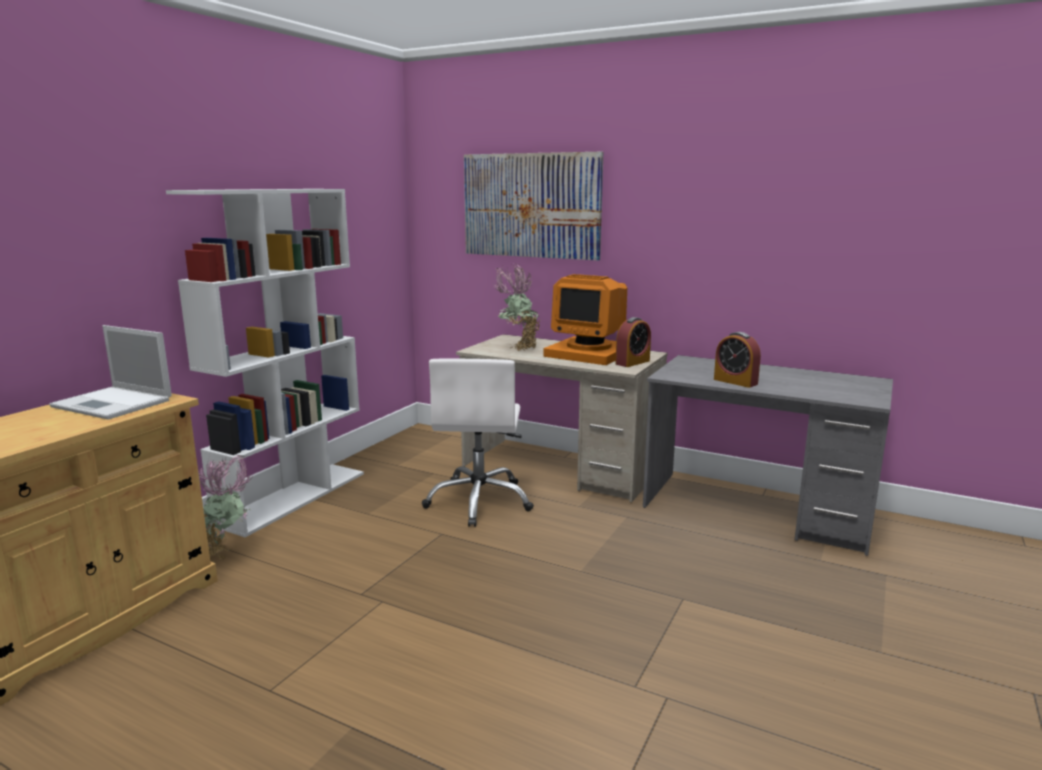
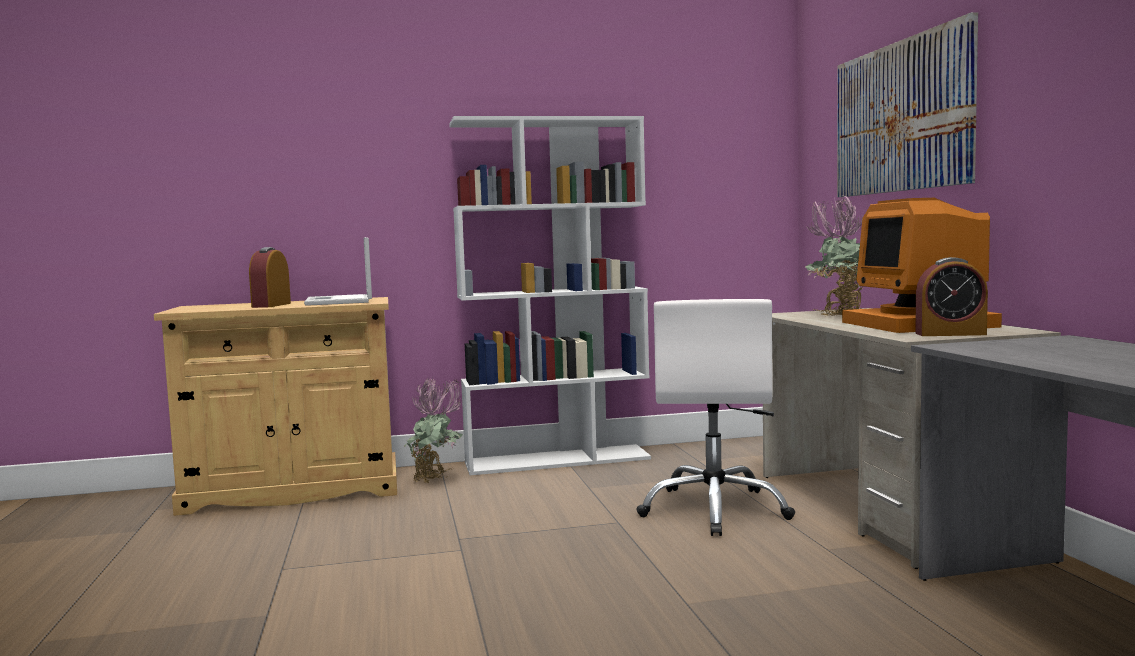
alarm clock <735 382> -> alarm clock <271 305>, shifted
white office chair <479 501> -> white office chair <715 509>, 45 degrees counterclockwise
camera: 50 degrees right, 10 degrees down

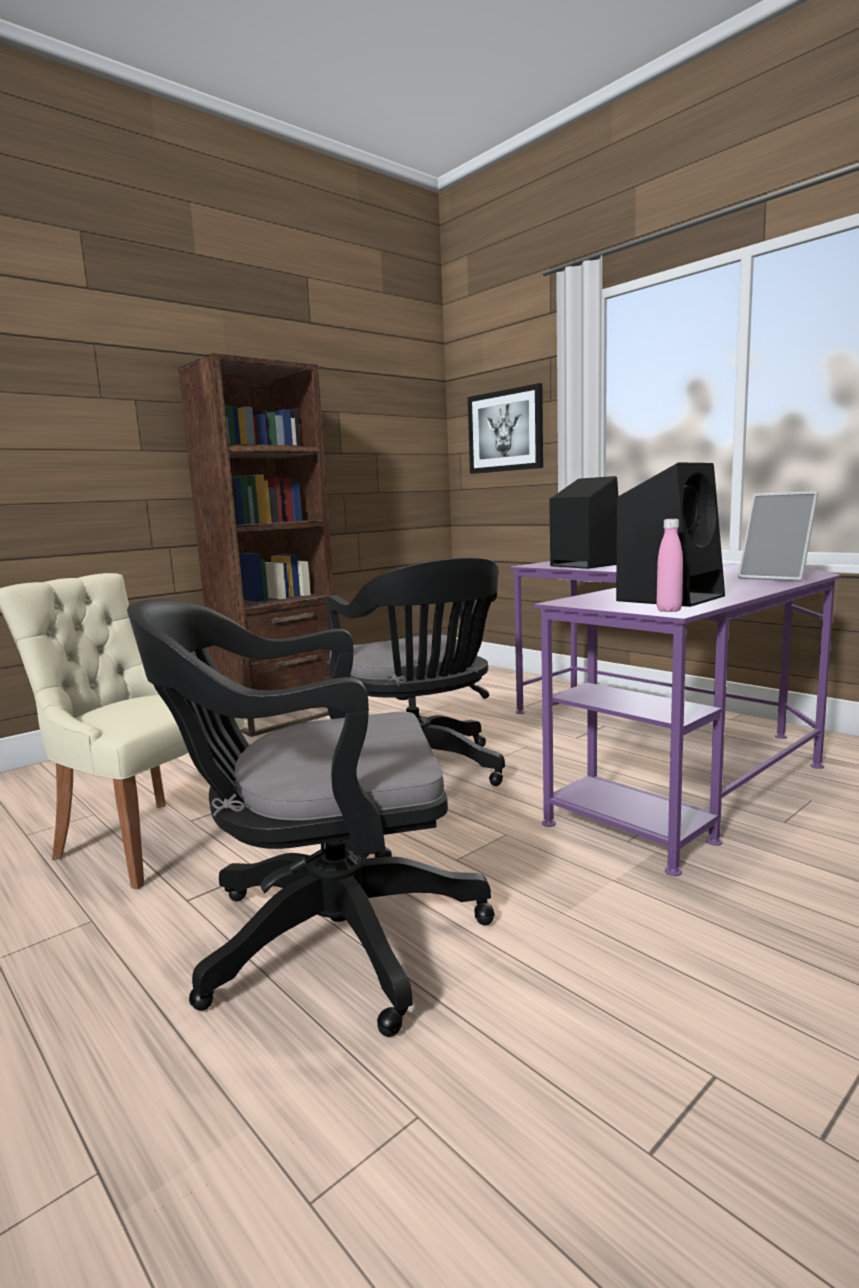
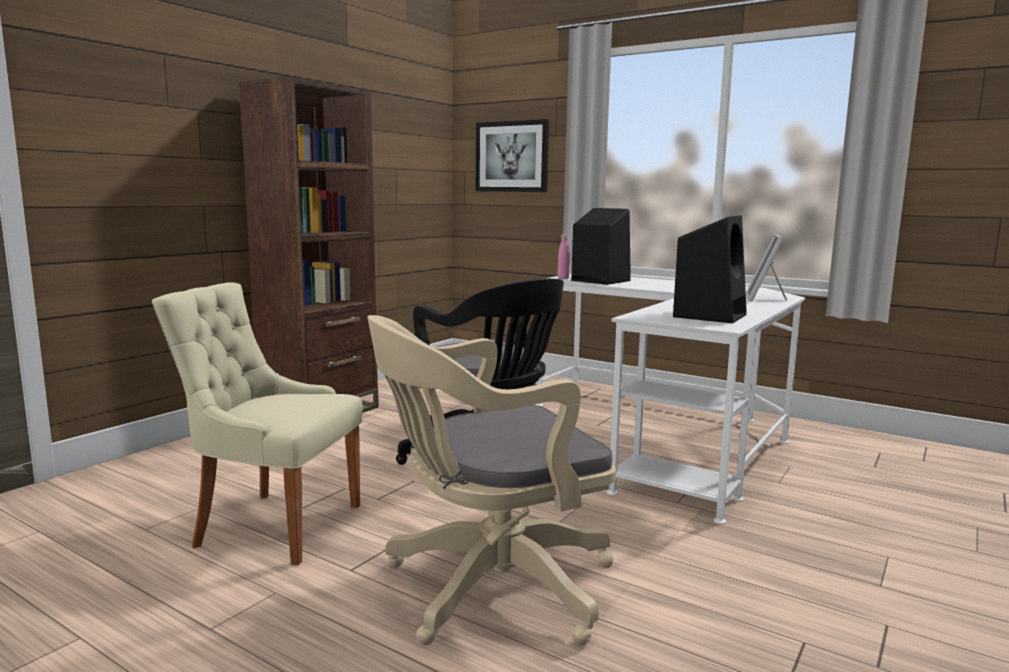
black office chair <324 939> -> beige office chair <489 588>
purple desk <661 753> -> white desk <669 436>
pink bottle <669 610> -> pink bottle <563 278>, shifted
picture frame <777 578> -> picture frame <764 299>, 75 degrees clockwise
camera: 15 degrees left, 0 degrees up

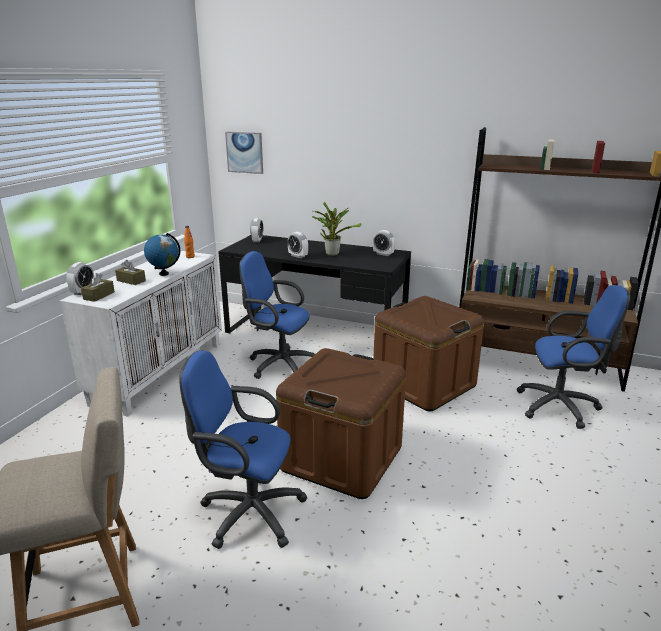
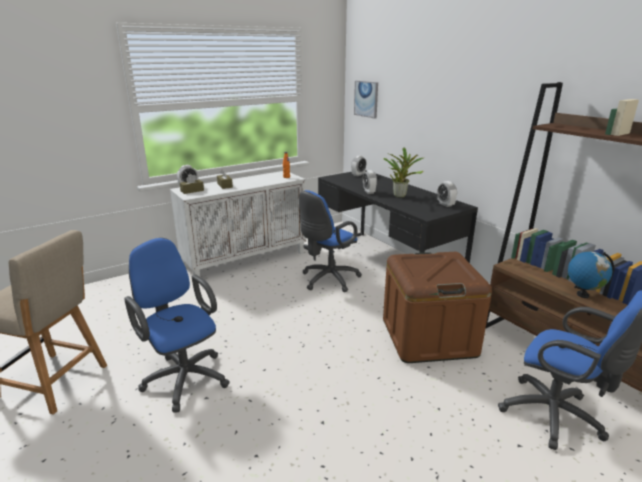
blue office chair <279 364> -> blue office chair <327 280>, 105 degrees counterclockwise
globe <164 274> -> globe <582 295>, shifted
brown storage box <342 458> -> none
camera: 35 degrees right, 0 degrees up

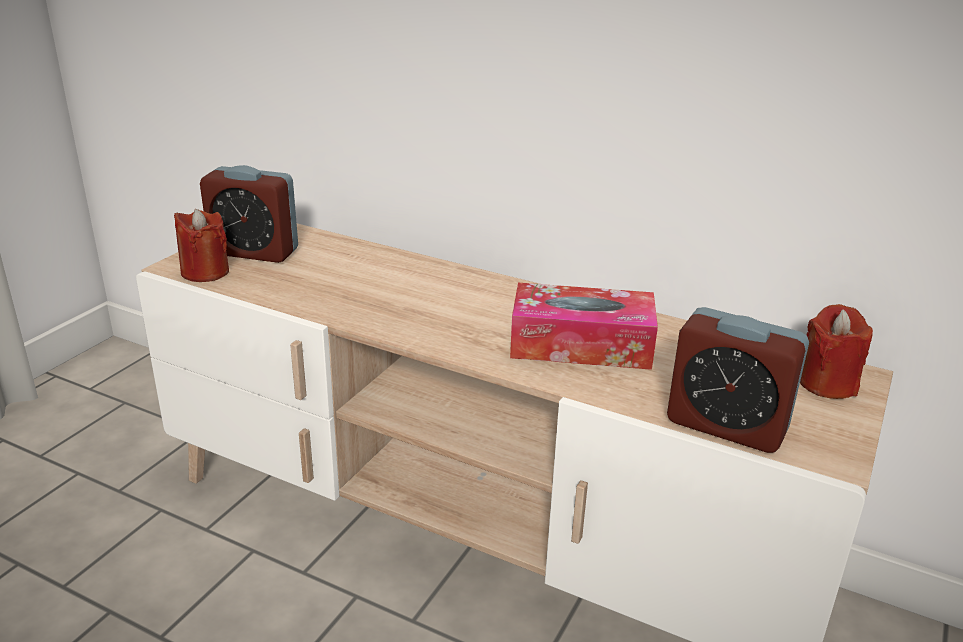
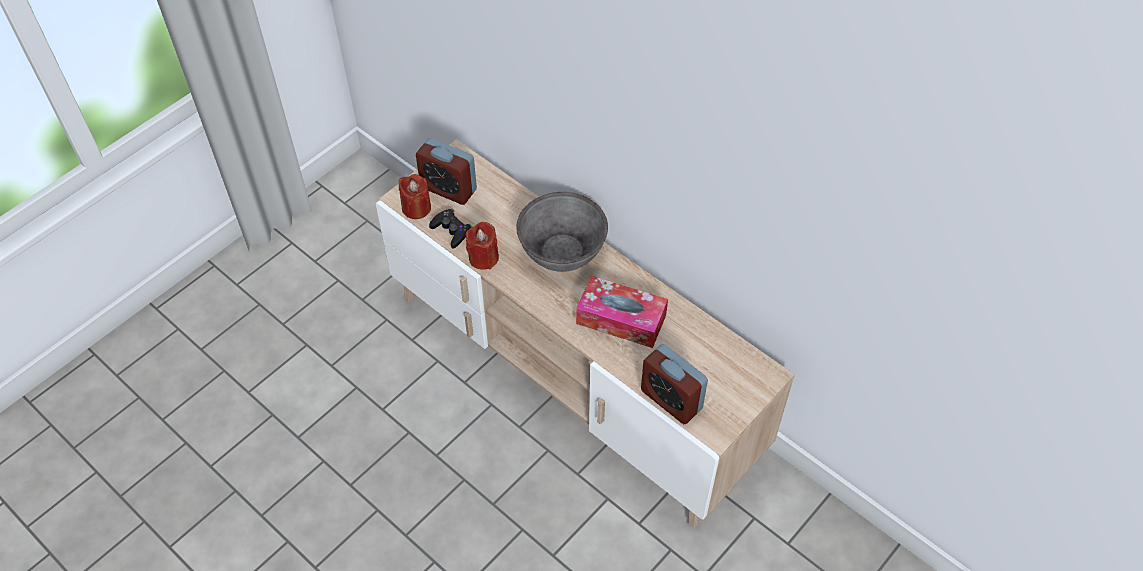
none -> black game controller <451 230>
red candle <827 384> -> red candle <483 258>, shifted
none -> grey bowl <562 251>
camera: 15 degrees right, 25 degrees up

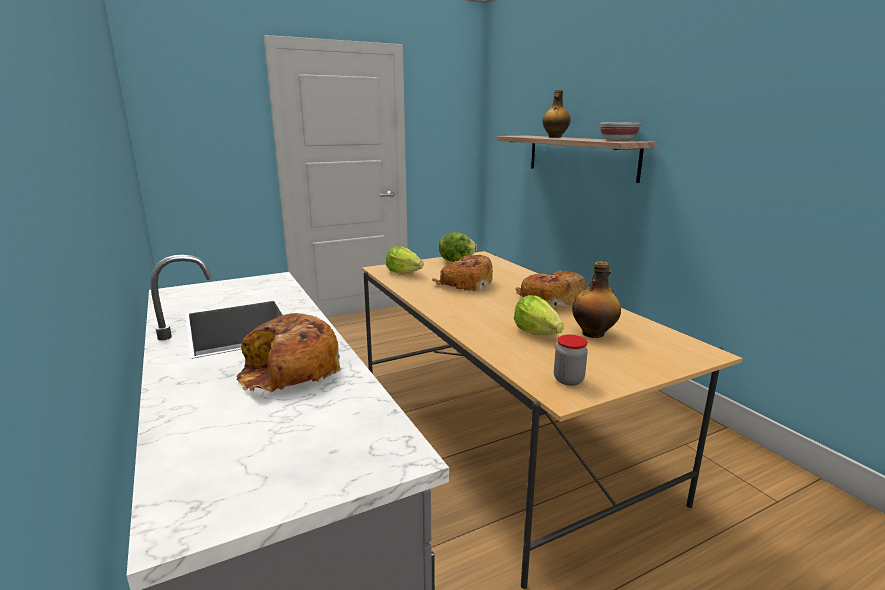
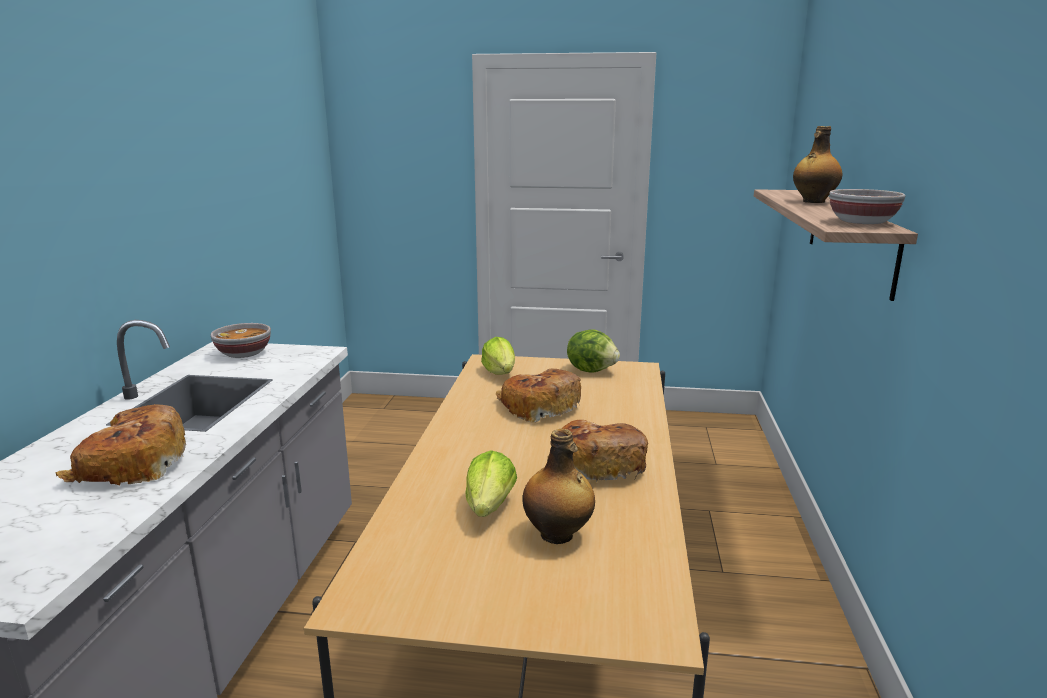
none -> bowl <244 354>
jar <568 380> -> none
camera: 35 degrees right, 0 degrees up

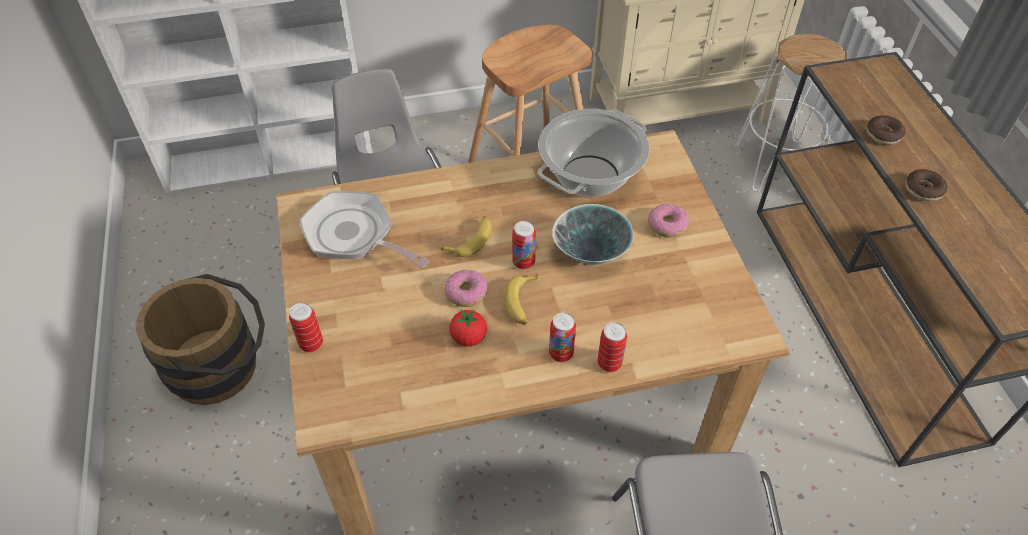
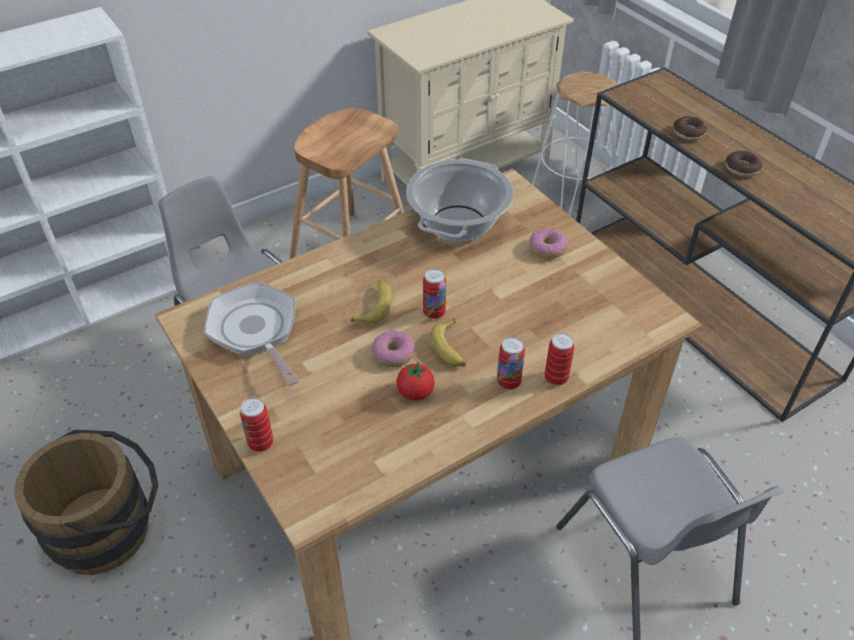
frying pan <354 235> -> frying pan <256 332>, 45 degrees clockwise
bowl <591 254> -> none
camera: 20 degrees left, 5 degrees down

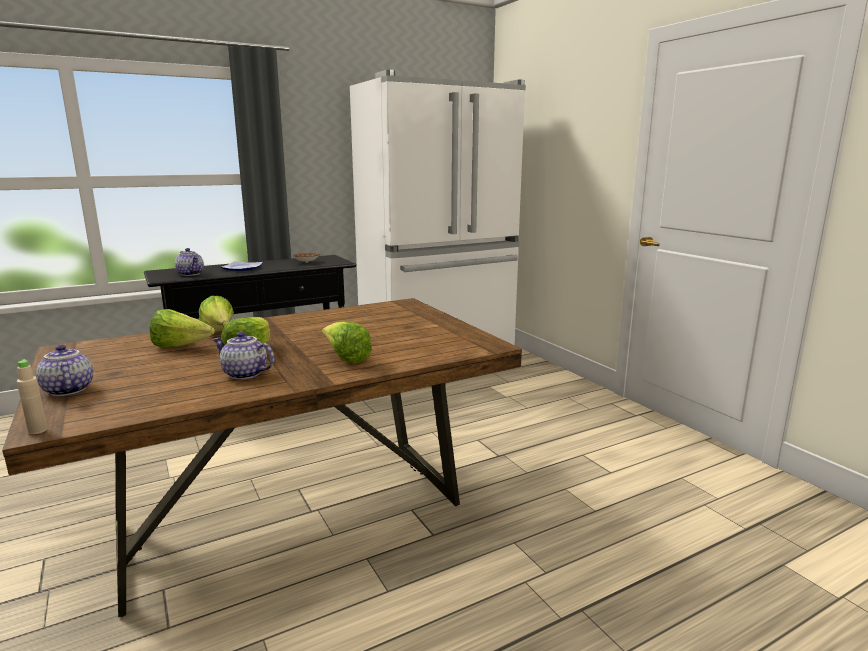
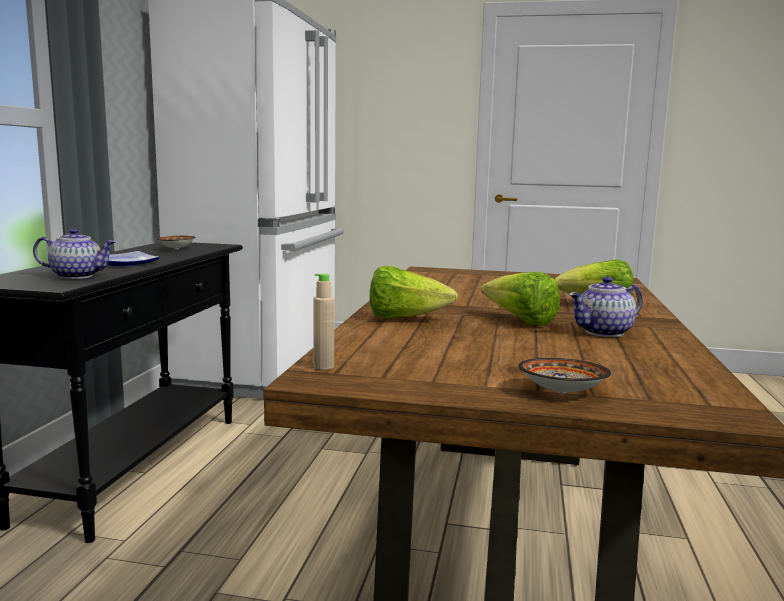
beige bottle <37 430> -> beige bottle <323 366>, shifted
teapot <67 390> -> bowl <564 393>
lettuce <181 347> -> none
camera: 50 degrees left, 5 degrees down

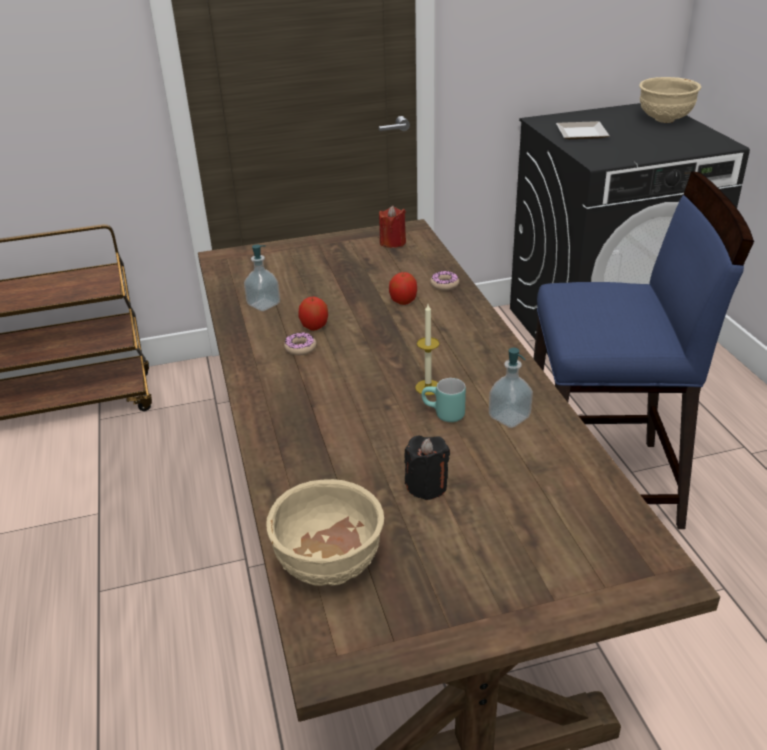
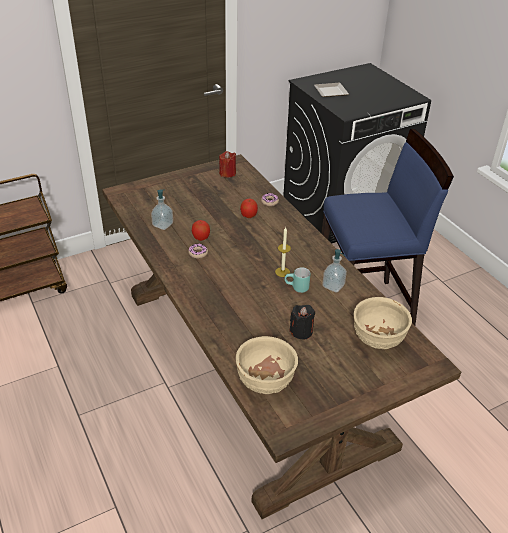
beige bowl <663 120> -> beige bowl <377 340>, shifted
camera: 15 degrees left, 5 degrees up

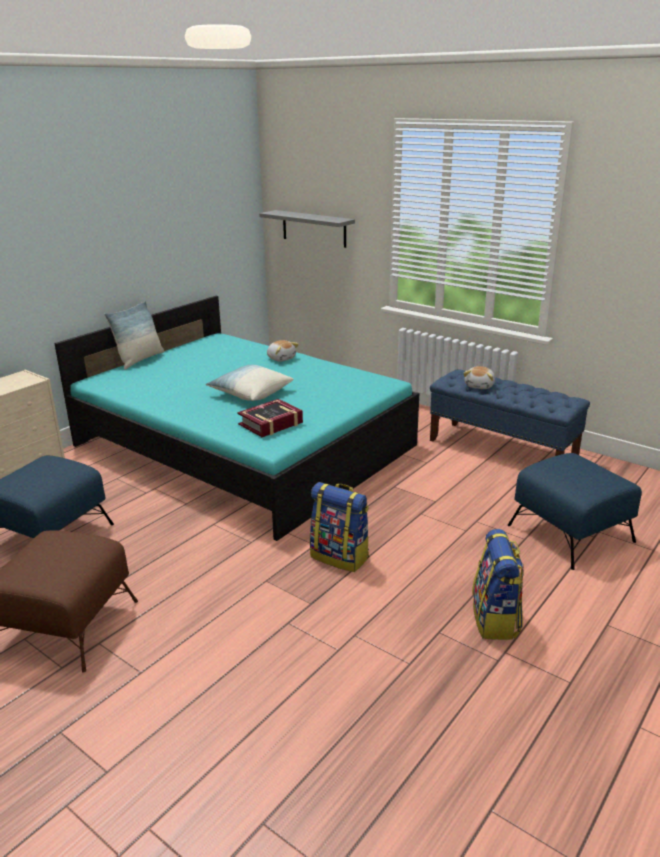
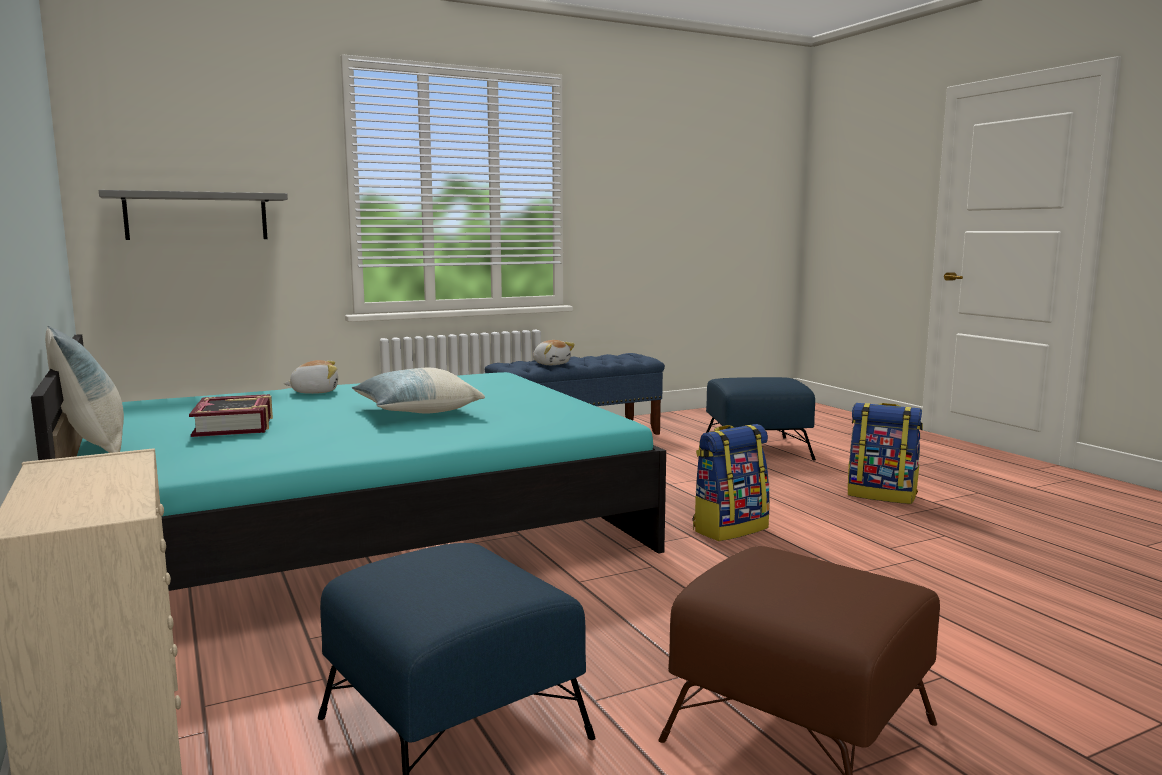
book <271 424> -> book <234 425>, shifted
camera: 65 degrees left, 15 degrees down

